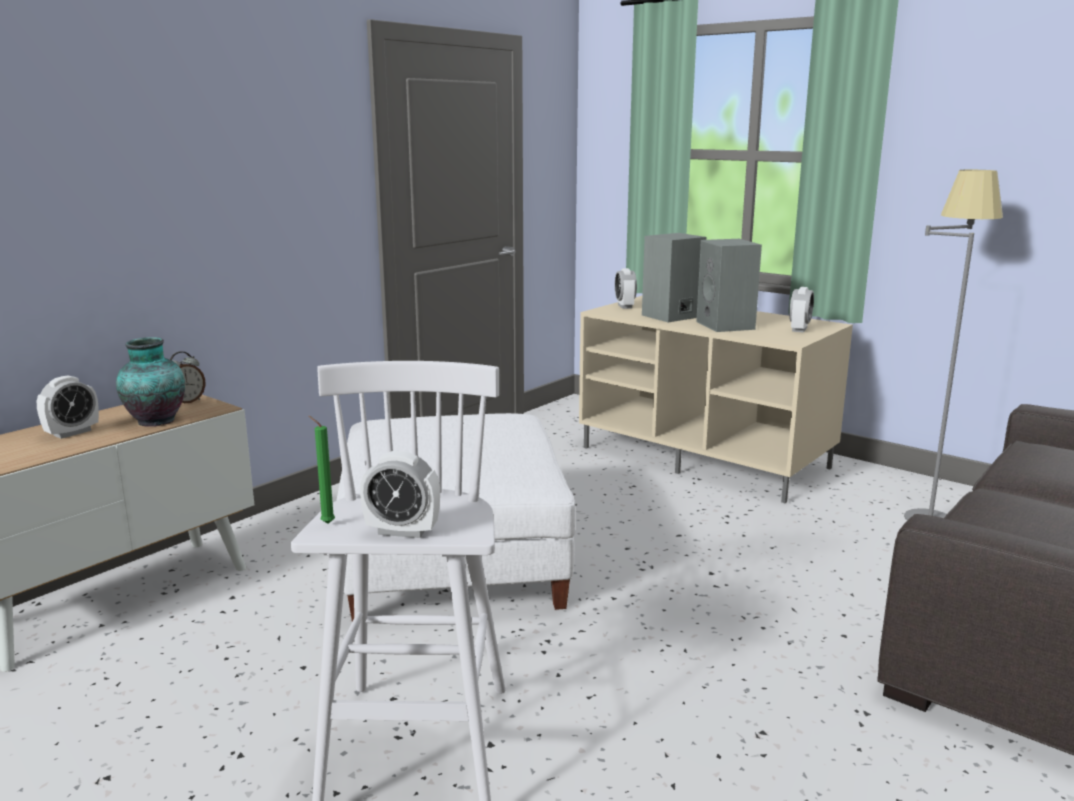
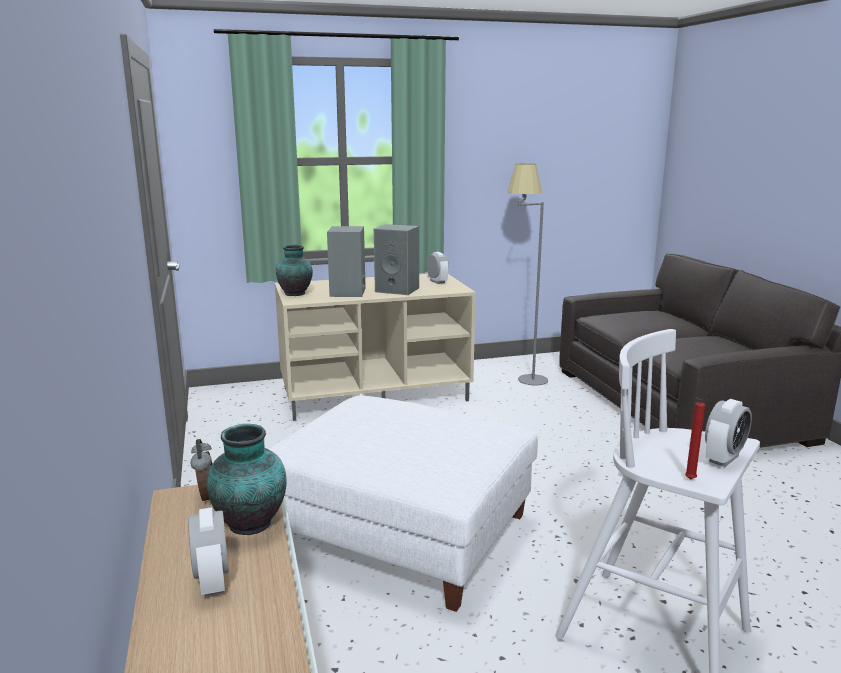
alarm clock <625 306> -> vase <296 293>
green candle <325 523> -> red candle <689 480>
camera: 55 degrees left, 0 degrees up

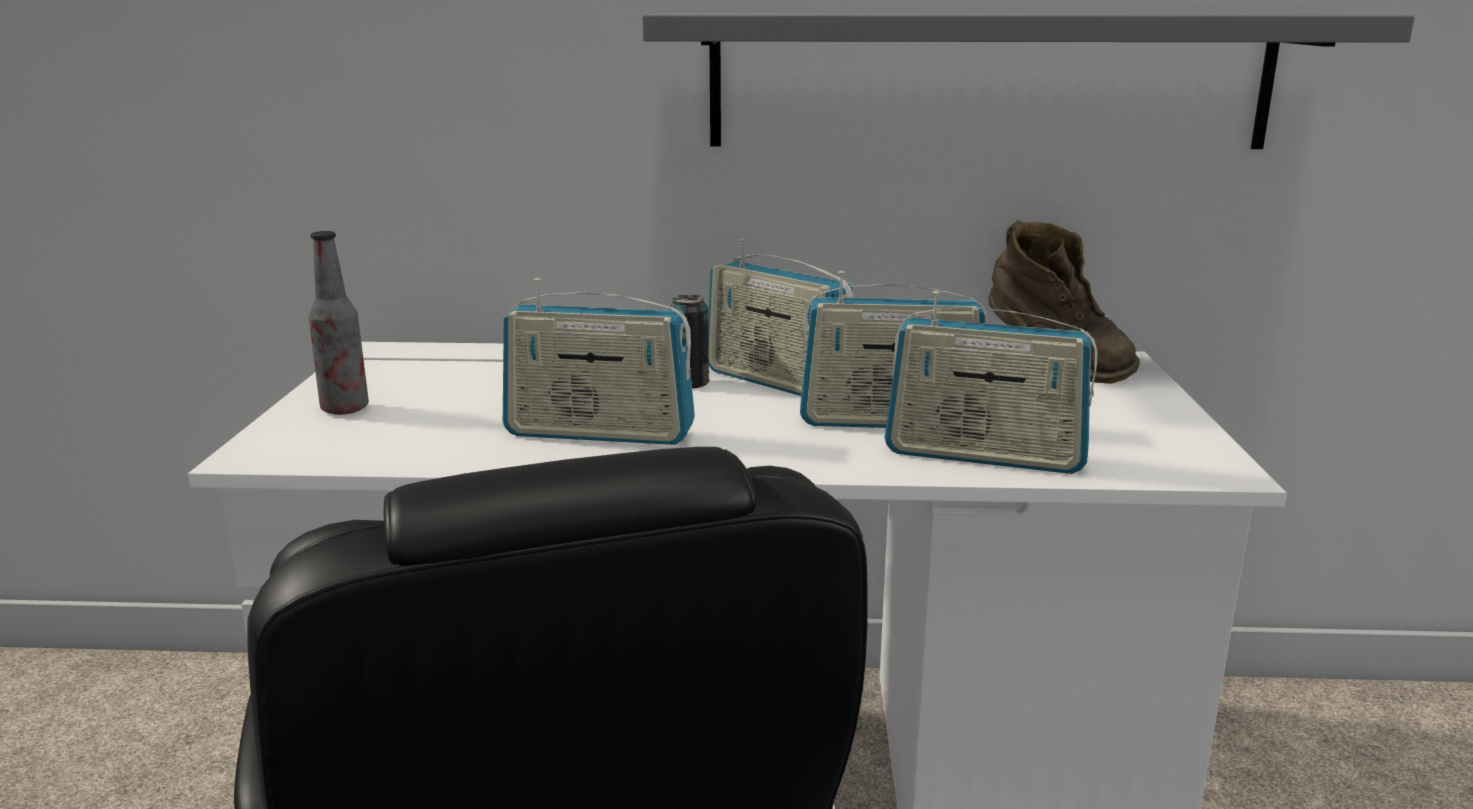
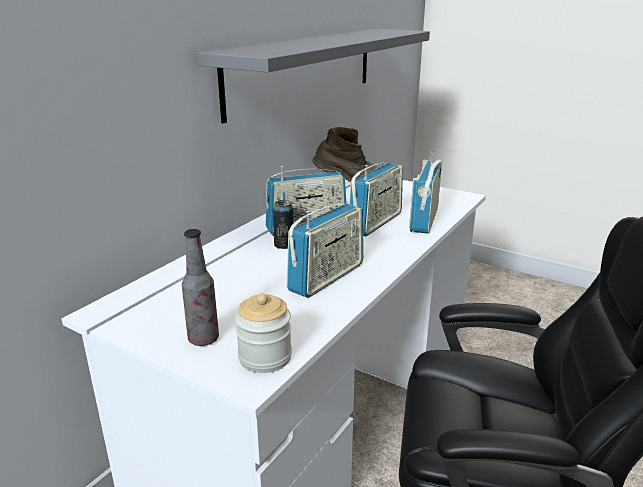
none -> jar <265 357>
radio <984 455> -> radio <424 219>, 150 degrees clockwise
camera: 60 degrees left, 5 degrees up

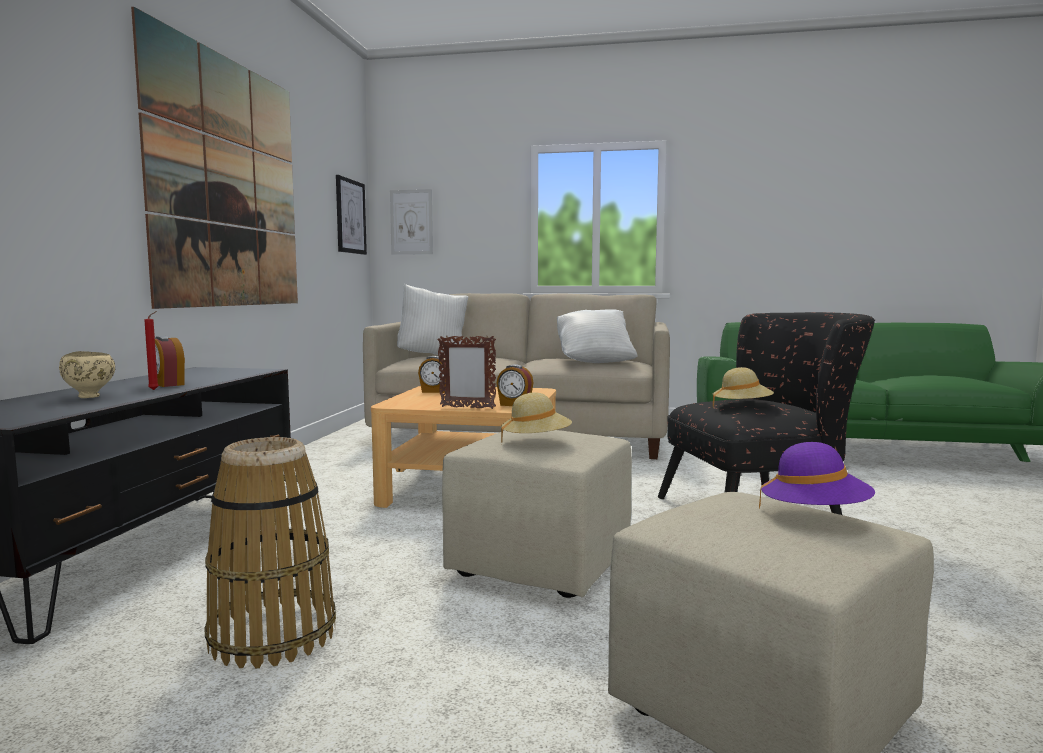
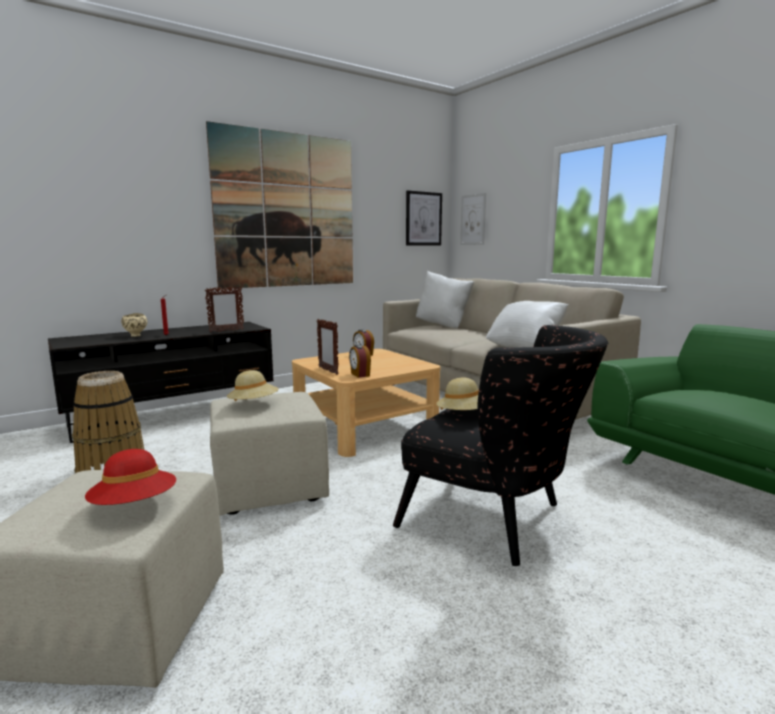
purple hat <815 515> -> red hat <134 506>
none -> picture frame <226 331>
alarm clock <167 384> -> none
camera: 45 degrees right, 5 degrees up

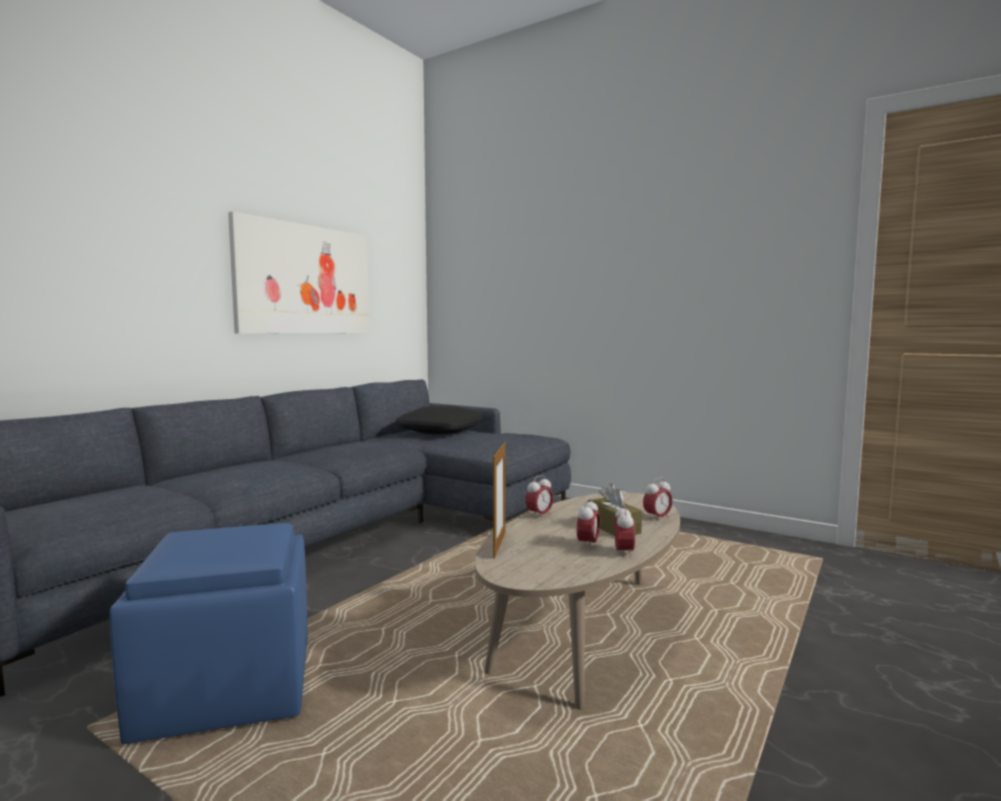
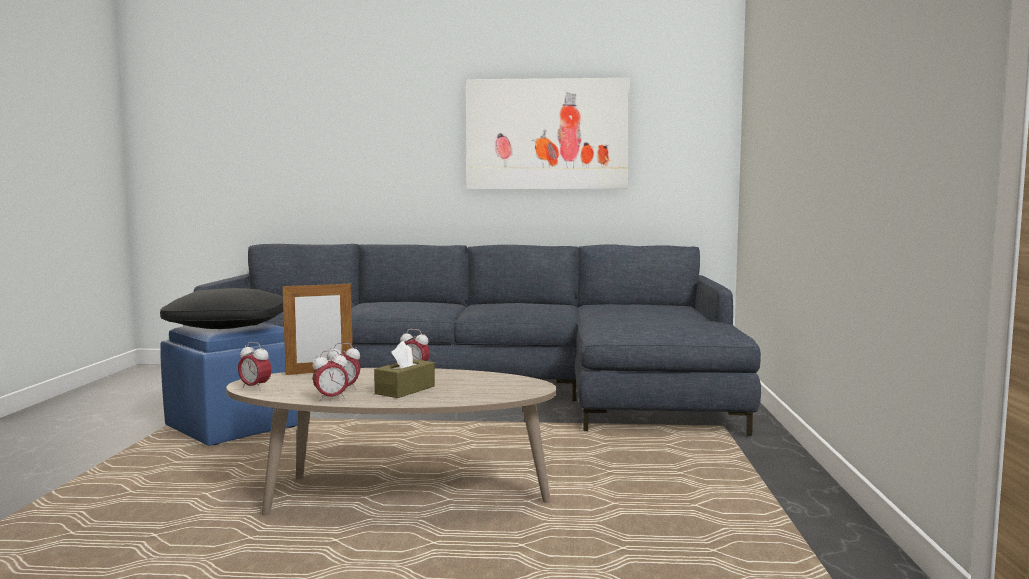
black pillow <440 431> -> black pillow <228 324>, shifted
alarm clock <657 518> -> alarm clock <255 388>, shifted
camera: 60 degrees right, 0 degrees up

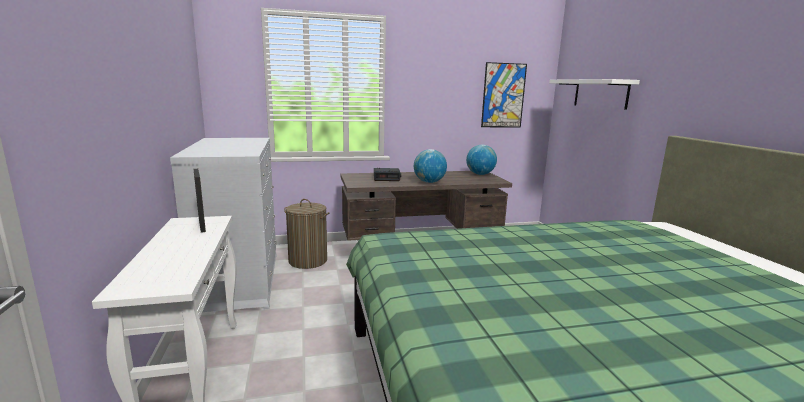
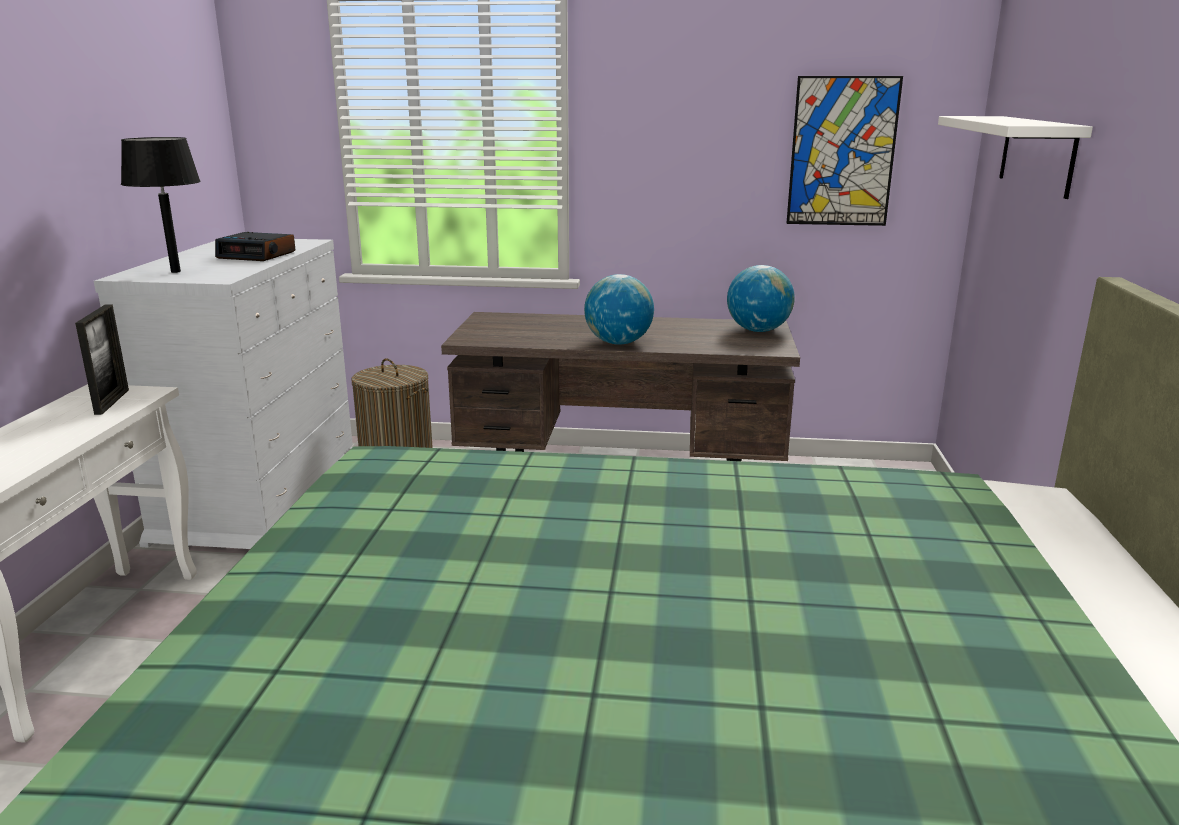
none -> black table lamp <175 271>
alarm clock <387 178> -> alarm clock <257 255>, shifted
camera: 20 degrees right, 5 degrees up

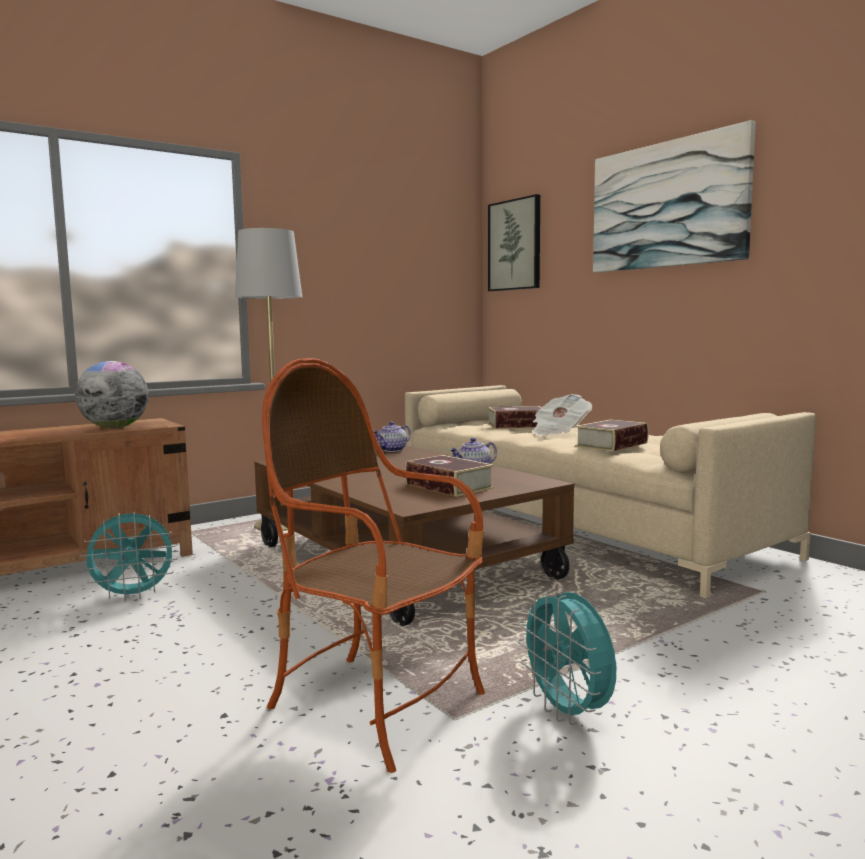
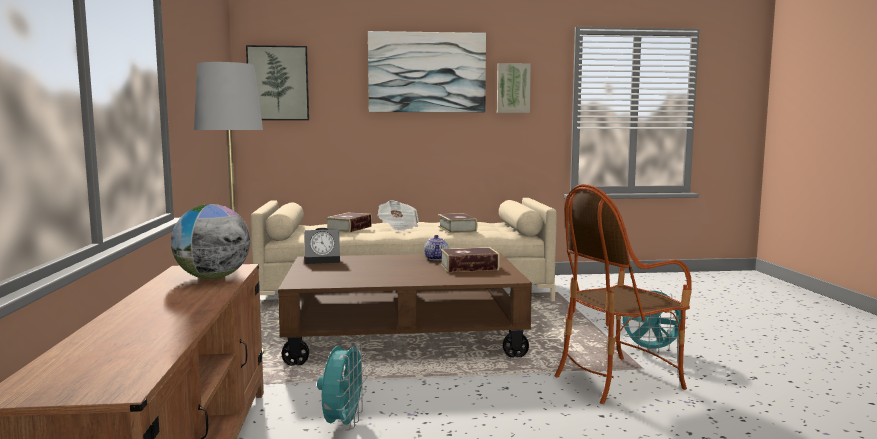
teapot <392 450> -> alarm clock <324 260>
none -> picture <513 88>
camera: 60 degrees left, 0 degrees up

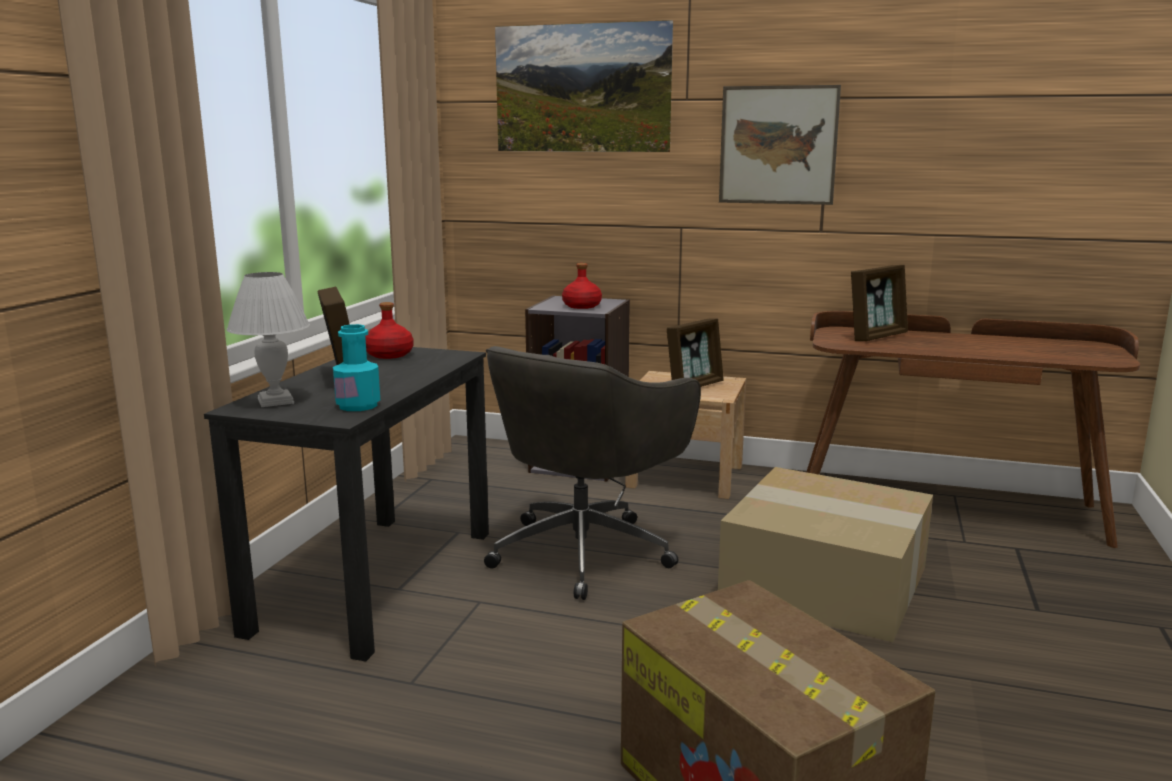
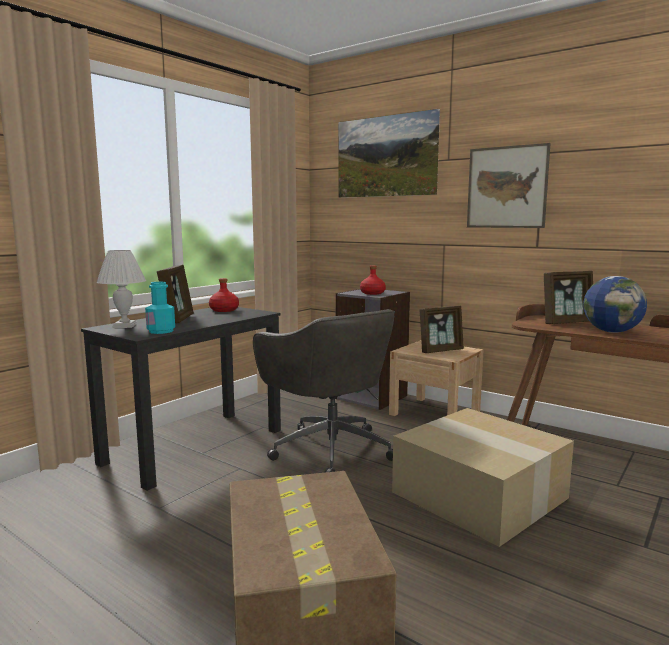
grey office chair <585 551> -> grey office chair <330 449>, 90 degrees counterclockwise
none -> globe <611 332>
camera: 20 degrees right, 5 degrees down

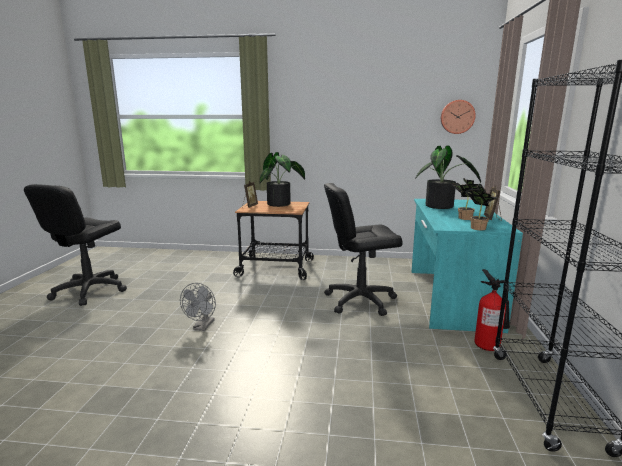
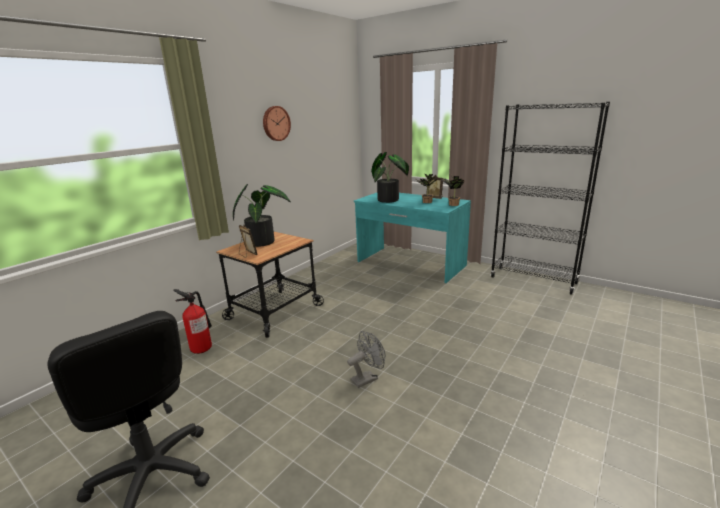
fire extinguisher <489 346> -> fire extinguisher <202 348>, shifted
wall clock <457 117> -> wall clock <275 123>, shifted
grey fan <202 327> -> grey fan <367 378>, 75 degrees counterclockwise
black office chair <360 300> -> none
camera: 60 degrees left, 5 degrees up

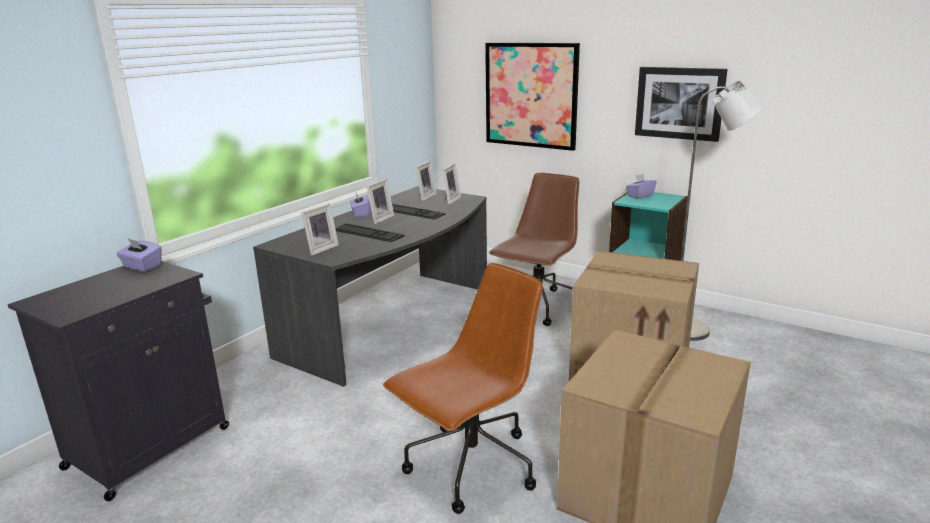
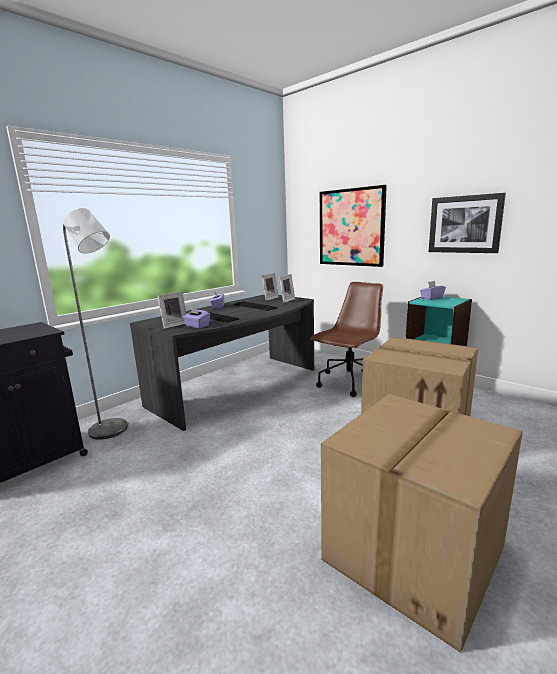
grey floor lamp <696 331> -> grey floor lamp <114 431>, shifted
purple tissue box <142 267> -> purple tissue box <197 326>, shifted
picture frame <379 219> -> none
brown office chair <470 467> -> none
camera: 10 degrees right, 5 degrees down

